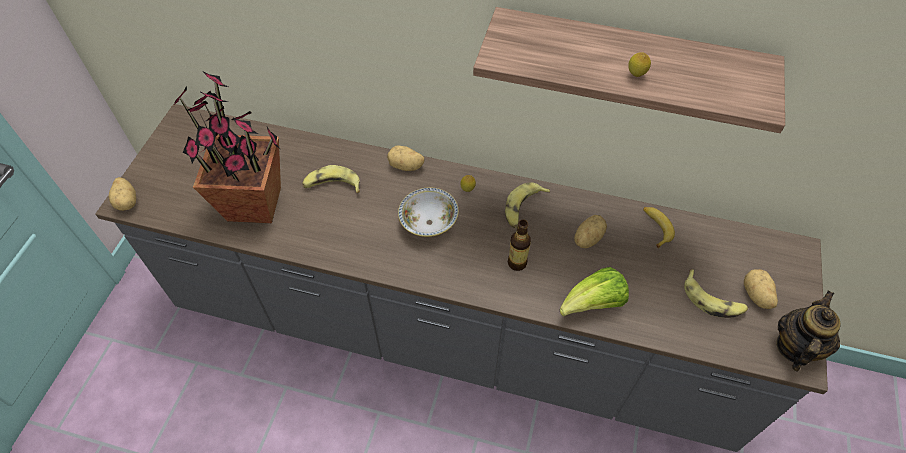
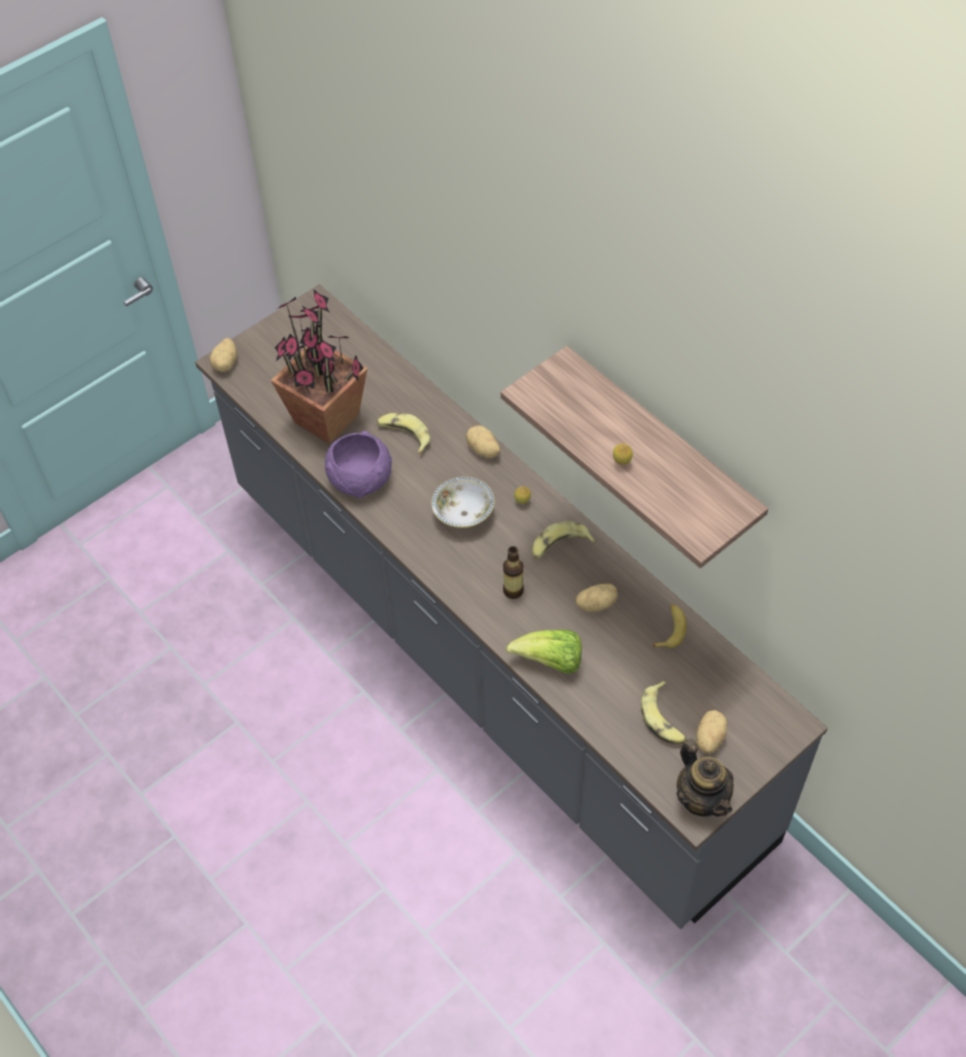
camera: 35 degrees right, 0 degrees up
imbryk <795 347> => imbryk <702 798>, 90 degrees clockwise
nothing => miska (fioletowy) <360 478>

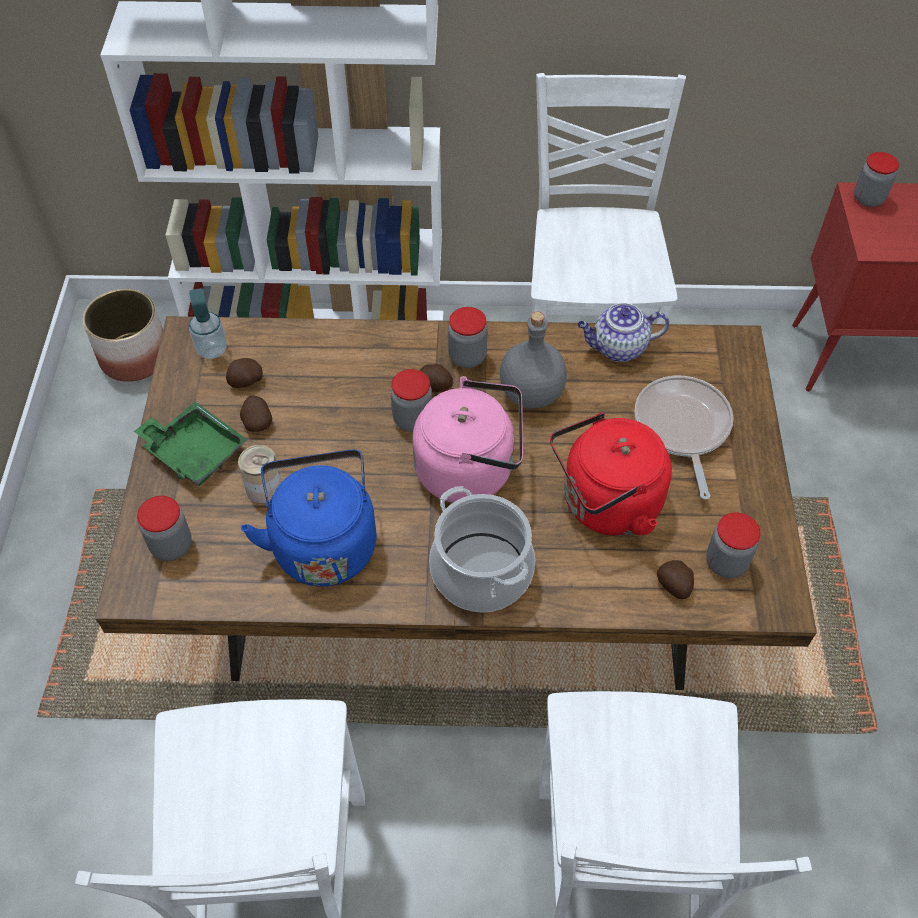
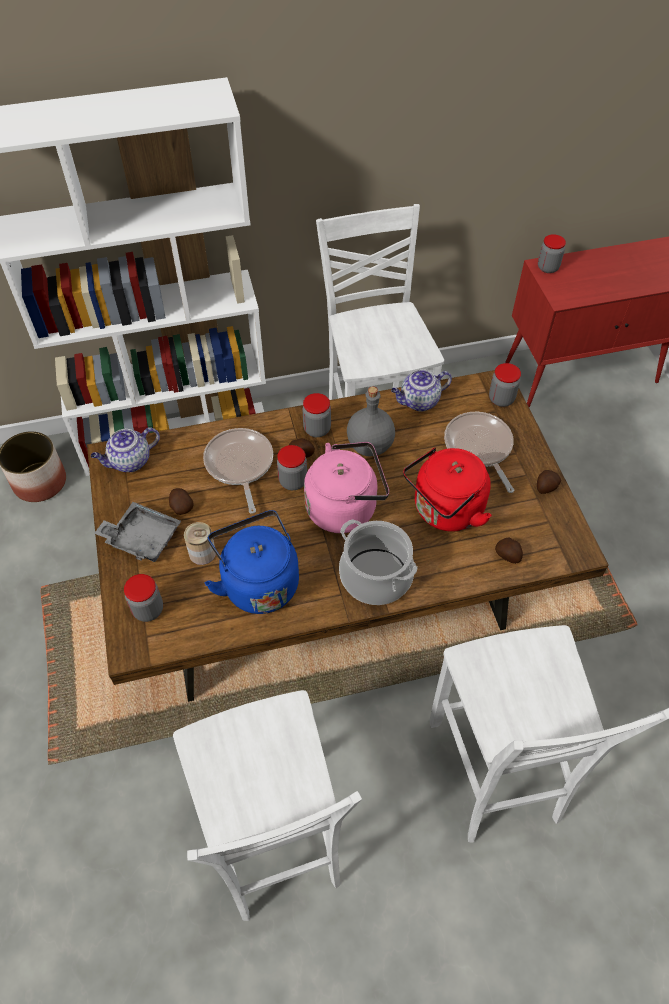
camera: 15 degrees left, 0 degrees up
taca (zielony) <194 451> => taca (szary) <142 538>
dozownik mydła <212 349> => imbryk <130 462>
ziemniak <245 382> => ziemniak <545 487>, move
słoik <726 562> => słoik <501 399>, move
nothing => patelnia <239 465>

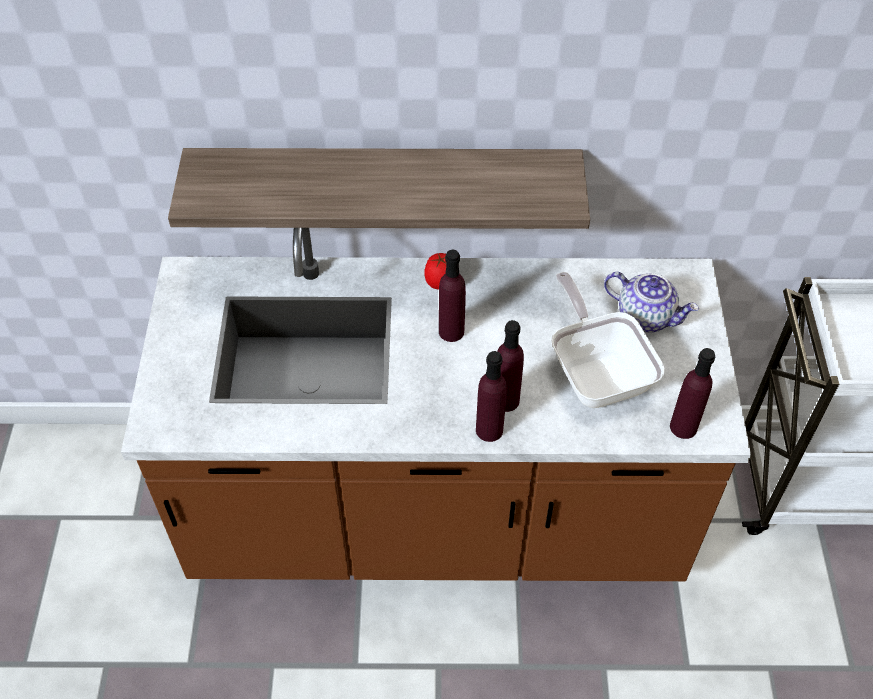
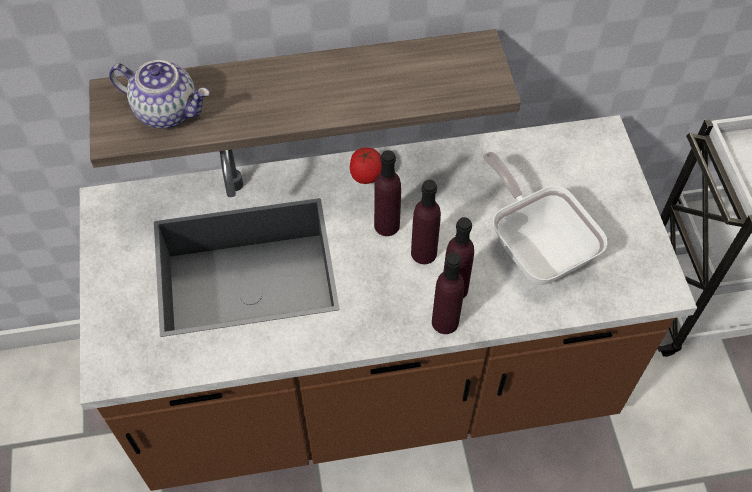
camera: 10 degrees left, 5 degrees up
imbryk <646 316> => imbryk <167 110>, move
butelka (fioletowy) <683 427> => butelka (fioletowy) <423 253>, move

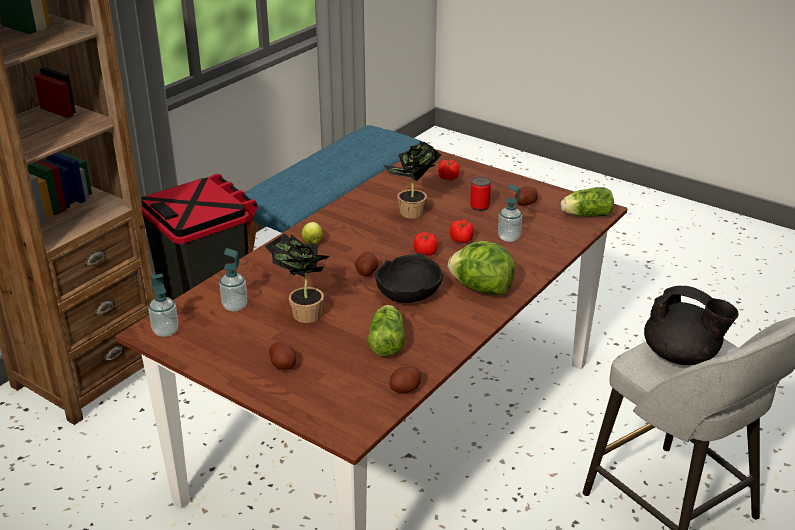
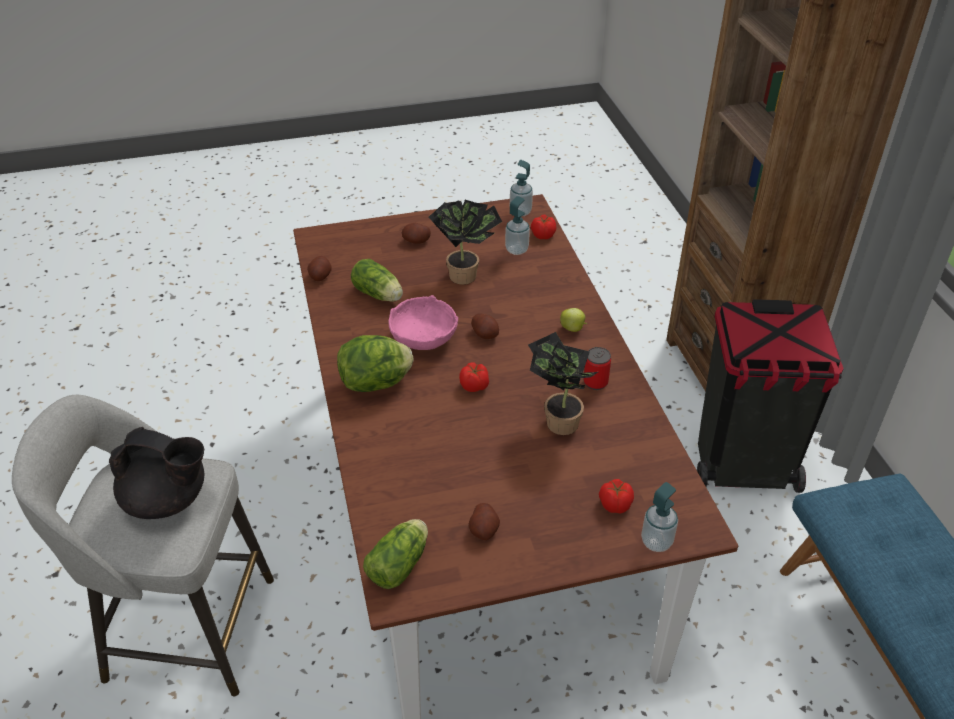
camera: 130 degrees right, 10 degrees up
miska (czarny) <407 294> => miska (różowy) <424 338>
pomidor <461 240> => pomidor <542 235>, move
puszka <479 206> => puszka <595 382>, move
dozownik mydła <509 237> => dozownik mydła <656 542>, move
imbryk (czarny) <681 356> => imbryk (czarny) <167 500>, 150 degrees counterclockwise

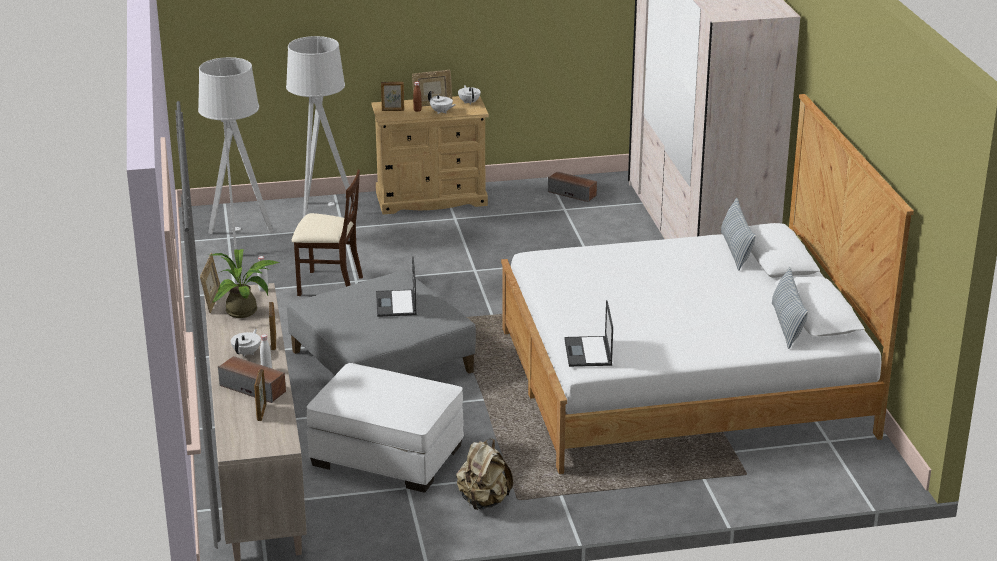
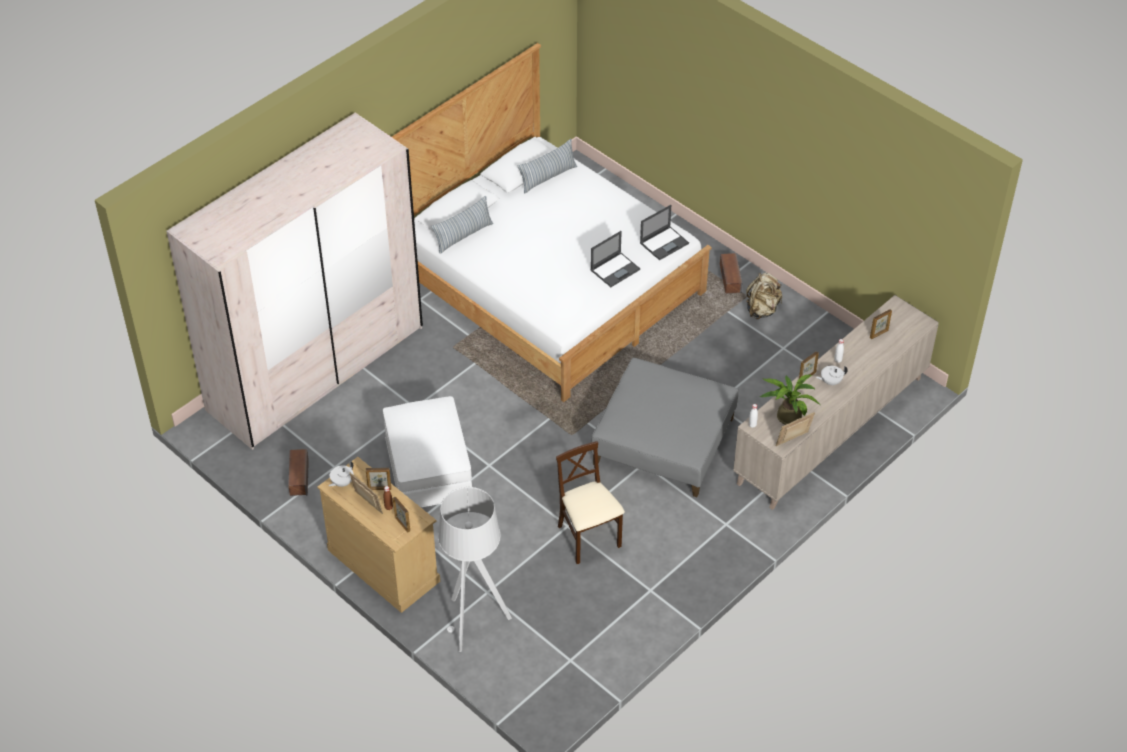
camera: 125 degrees left, 20 degrees up
lampa stojąca (szary) <239 240> => nothing
głośnik <253 388> => głośnik <730 278>, move
pufa (biały) <386 455> => pufa (biały) <429 472>, move
laptop <396 304> => laptop <615 269>, move
imbryk (biały) <441 112> => ramka na zdjęcie <379 489>

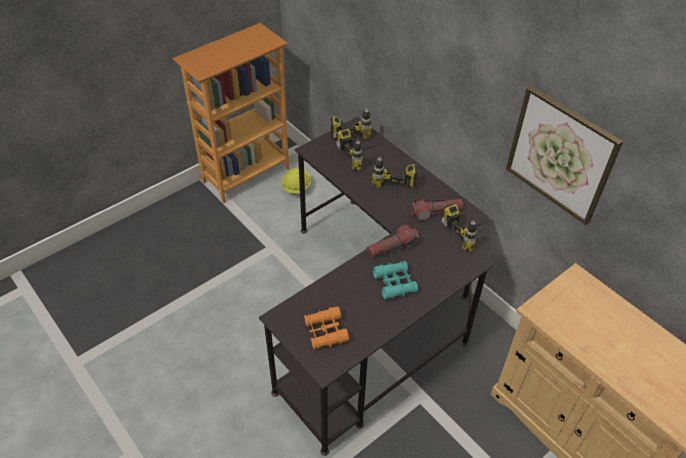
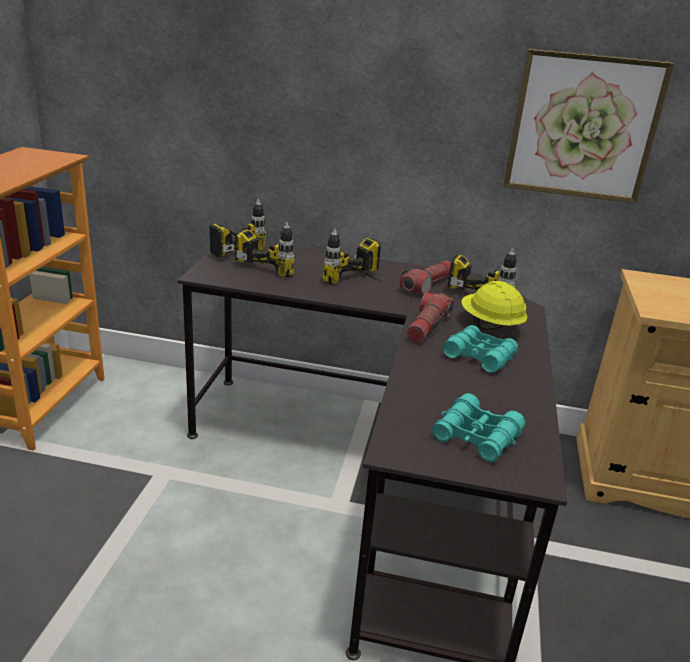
camera: 40 degrees left, 20 degrees down
kask (żółty) <296 187> => kask (żółty) <490 326>, move
lornetka (pomarańczowy) <325 332> => lornetka (turkusowy) <476 437>

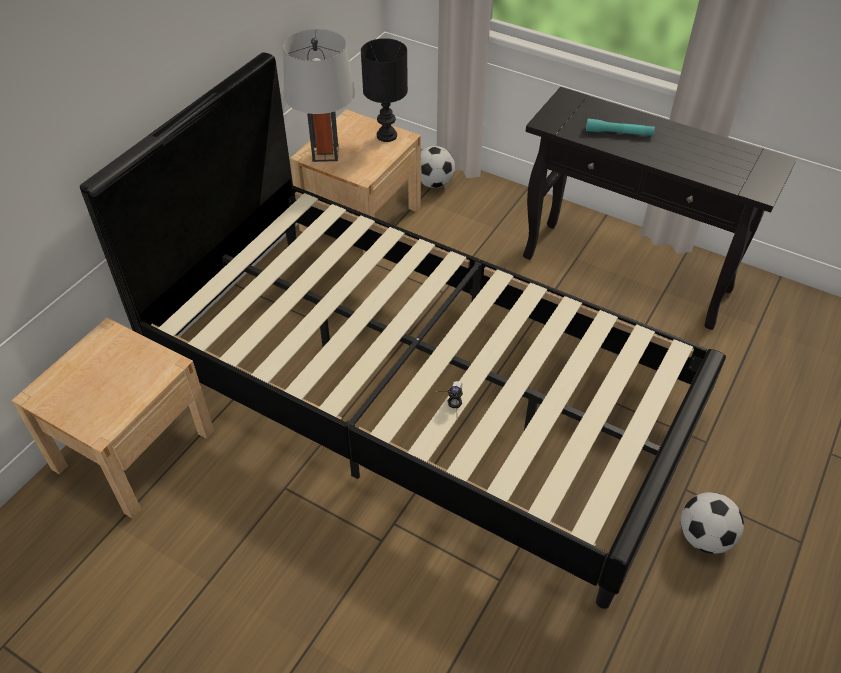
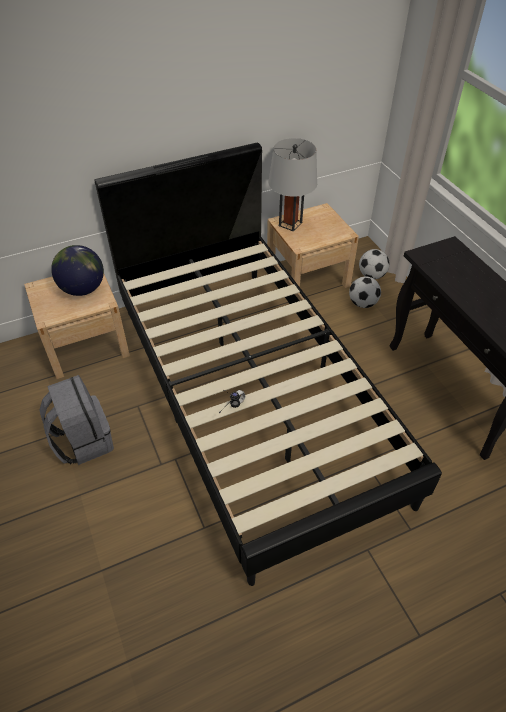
camera: 35 degrees right, 0 degrees up
lampa stołowa (czarny) <386 135> => nothing
latarka (turkusowy) <619 133> => nothing
piłka futbolowa <704 537> => piłka futbolowa <362 303>, move
nothing => plecak (szary) <83 441>
nothing => globus <83 289>

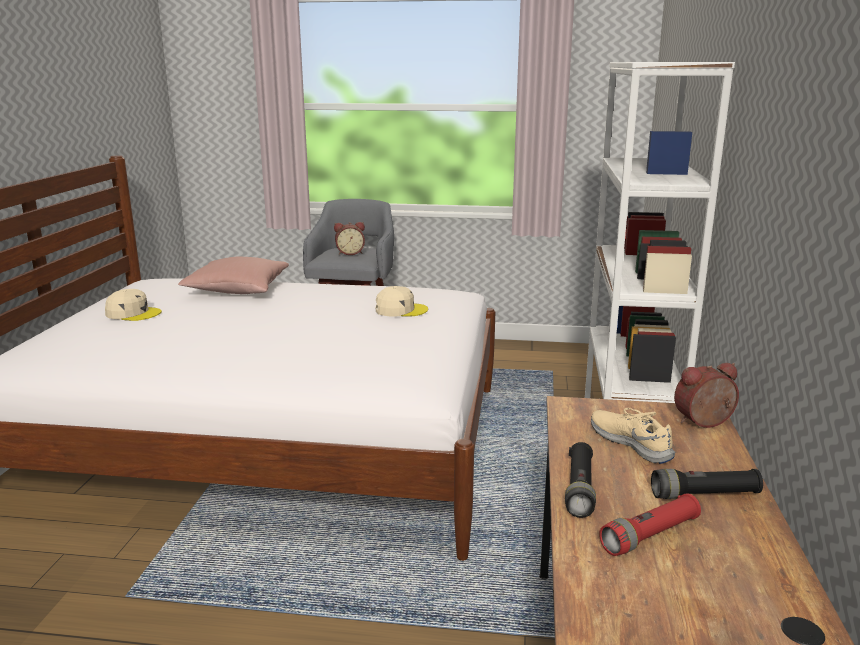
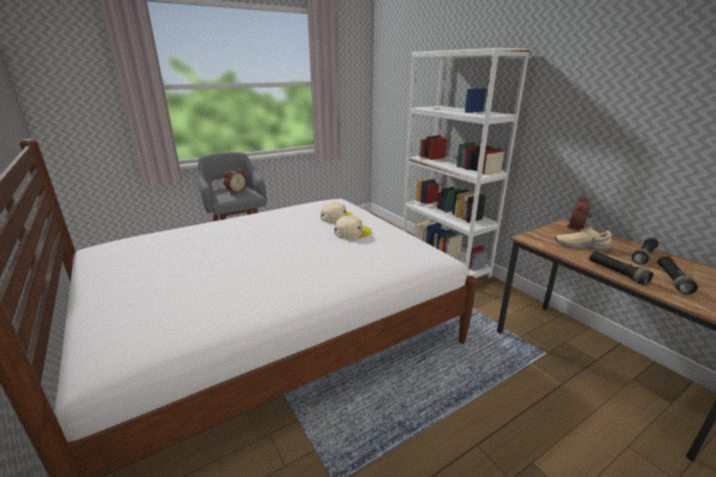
camera: 40 degrees left, 5 degrees up
czapka z daszkiem (beżowy) <133 313> => czapka z daszkiem (beżowy) <352 232>, move
poduszka (różowy) <237 290> => nothing
latarka (czerwony) <650 536> => latarka (czarny) <673 280>

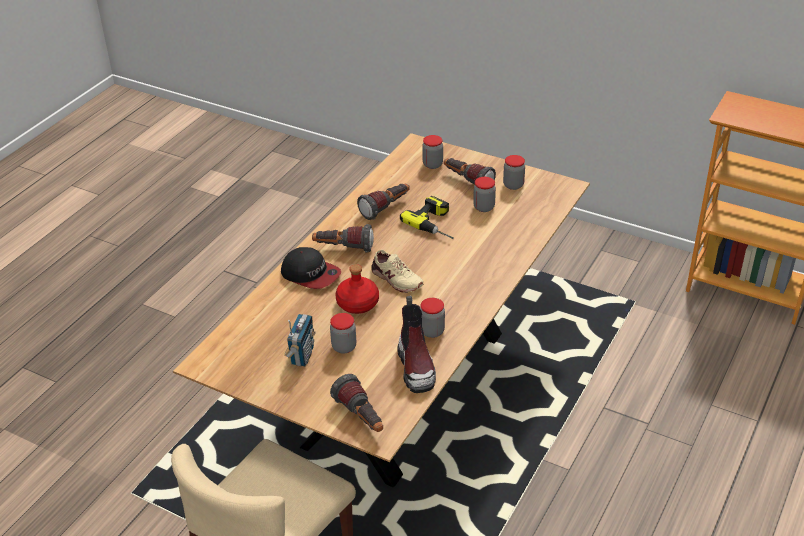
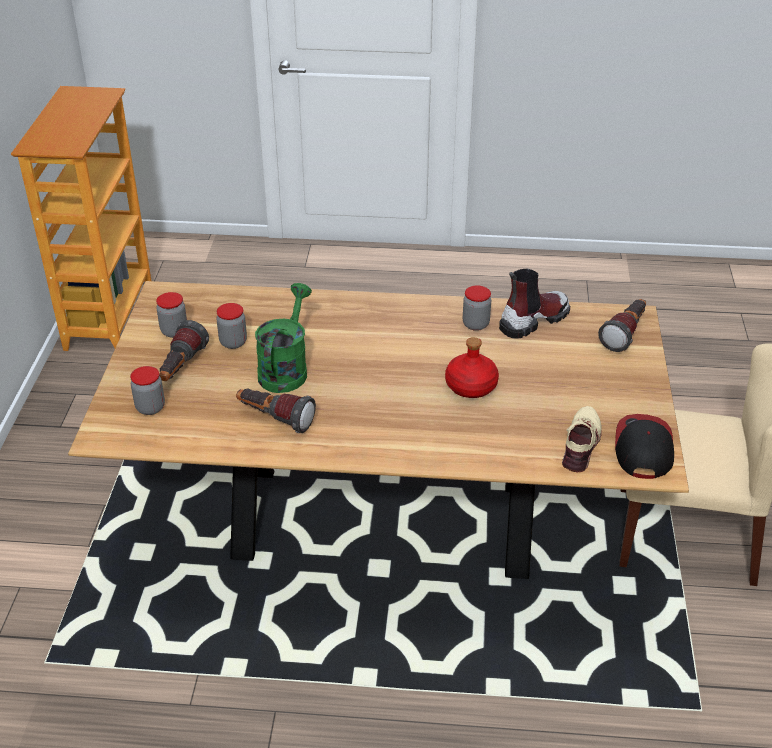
camera: 115 degrees left, 0 degrees up
czapka z daszkiem <311 274> => czapka z daszkiem <643 448>, move
radio <302 356> => nothing
latarka <343 248> => nothing
słoik <344 347> => nothing
but (beżowy) <396 279> => but (beżowy) <582 445>, move
wiertarka <437 223> => konewka (zielony) <285 369>

